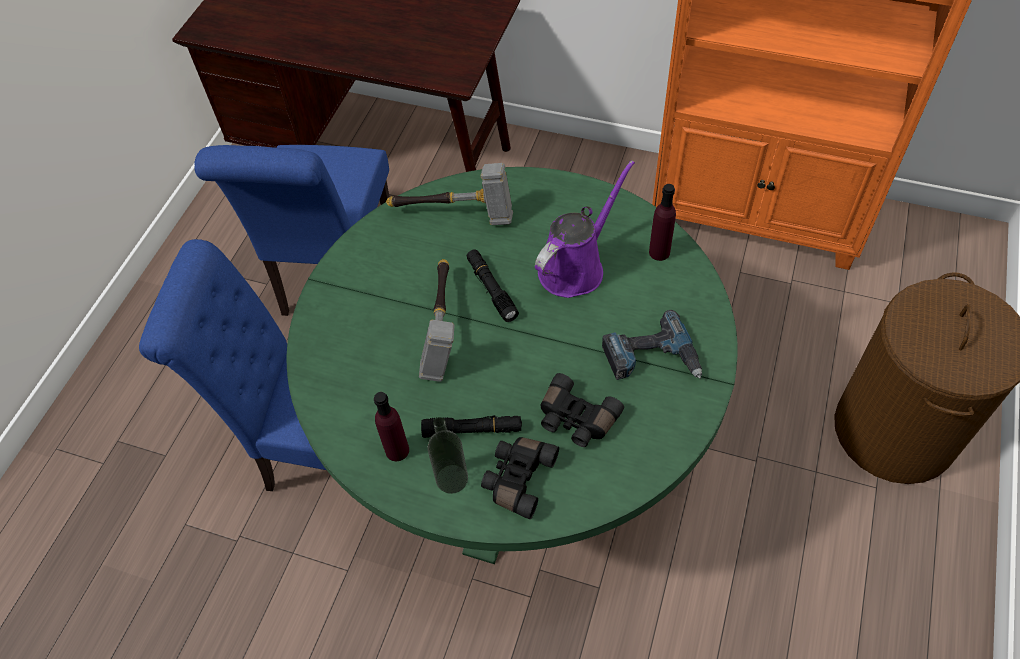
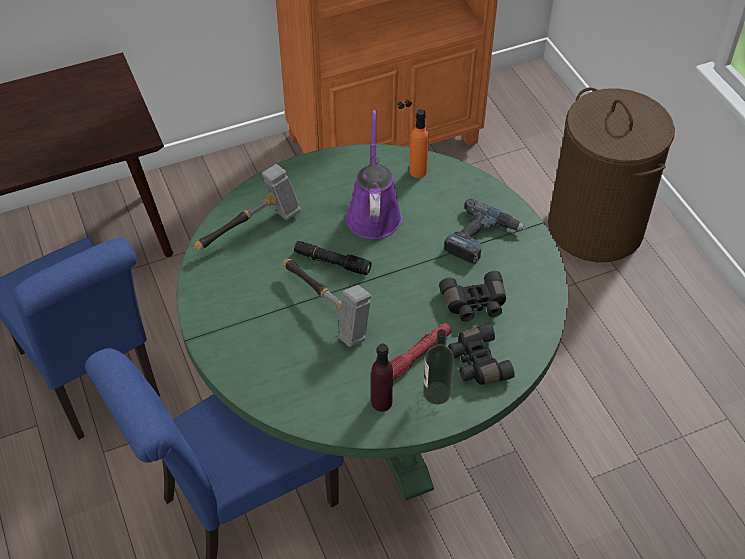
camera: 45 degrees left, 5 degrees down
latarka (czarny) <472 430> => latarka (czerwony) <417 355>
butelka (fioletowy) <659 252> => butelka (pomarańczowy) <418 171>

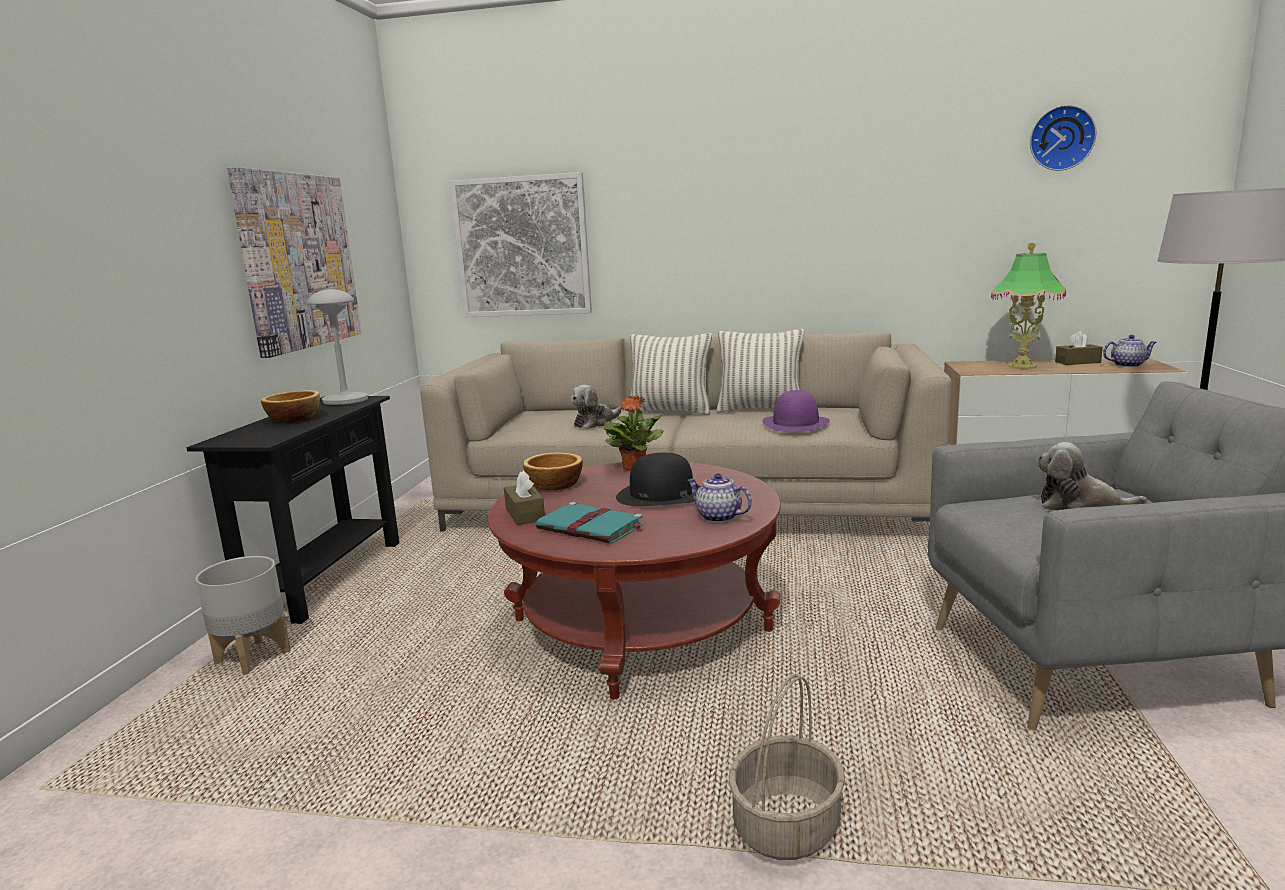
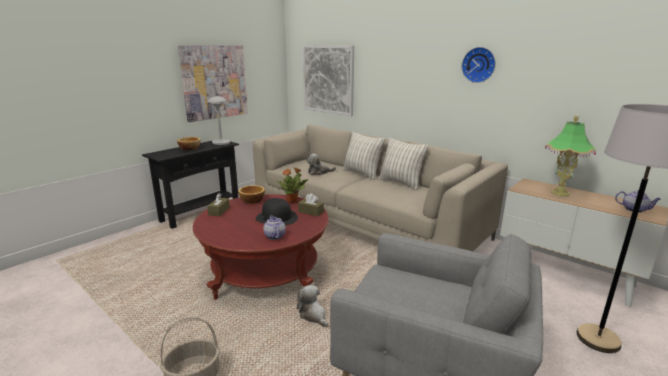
camera: 30 degrees right, 5 degrees up
donica (szary) <254 657> => nothing
książka (turkusowy) <591 527> => nothing
kapelusz (fioletowy) <795 423> => nothing
zegar ścienny <1060 138> => zegar ścienny <479 65>, move
pluszak <1080 506> => pluszak <313 315>, move
pudełko chusteczek (brązowy) <1077 362> => pudełko chusteczek (brązowy) <311 212>, move

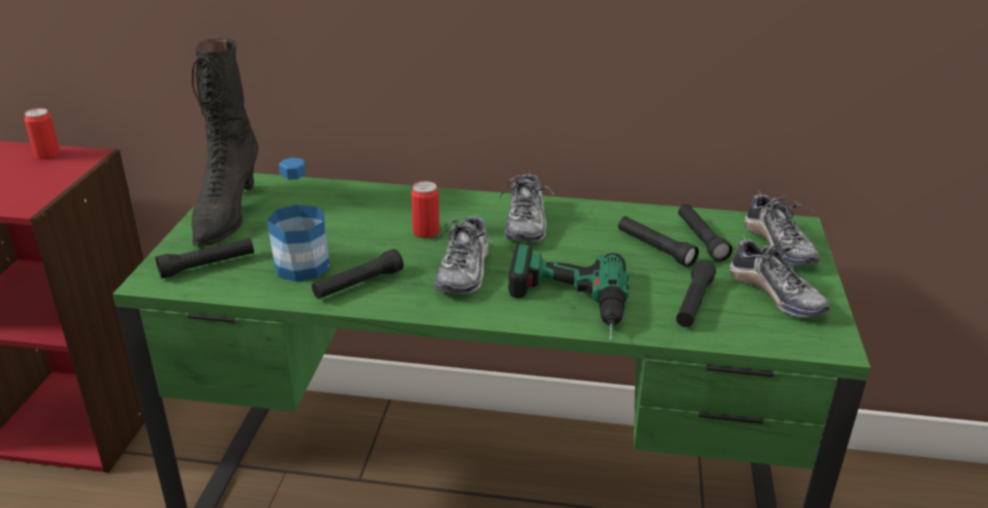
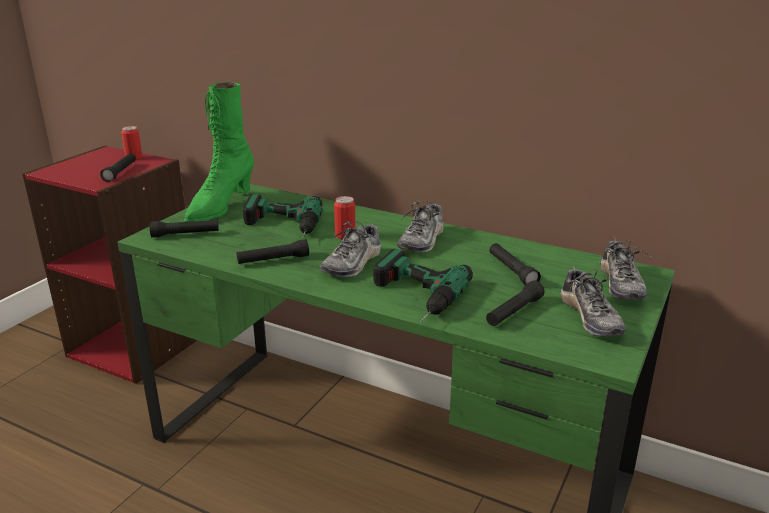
camera: 20 degrees right, 5 degrees down
but z cholewką (czarny) <226 214> => but z cholewką (zielony) <220 207>
butelka <302 266> => nothing
latarka (czarny) <701 239> => latarka (czarny) <120 172>, move
nothing => wiertarka <281 227>

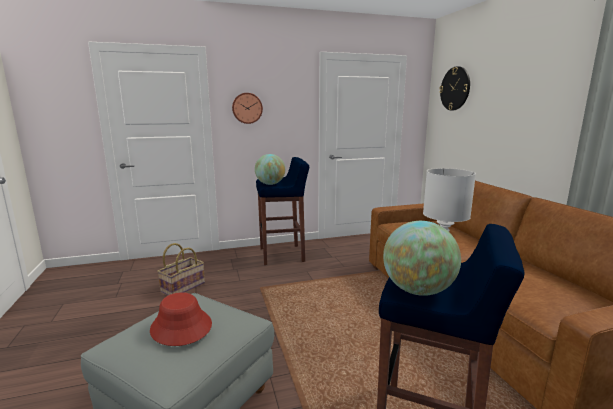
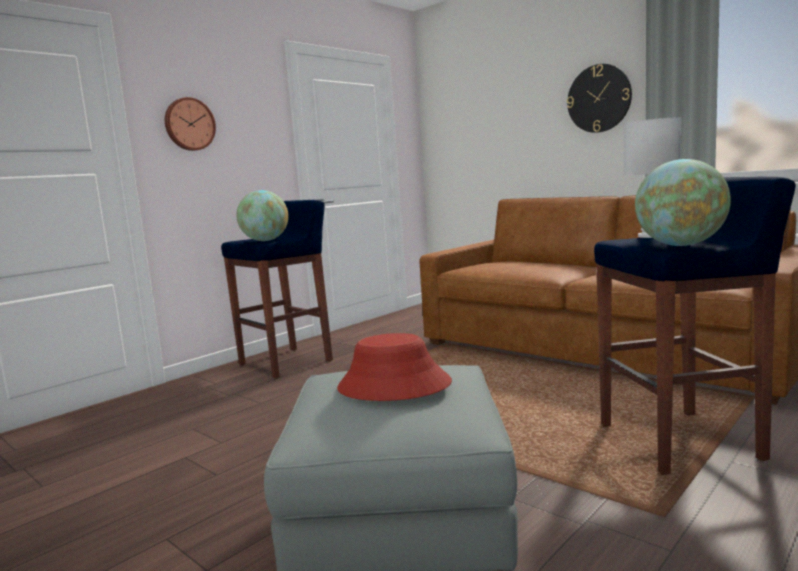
camera: 30 degrees left, 5 degrees down
koszyk <183 287> => nothing
zegar ścienny <455 88> => zegar ścienny <599 98>, move

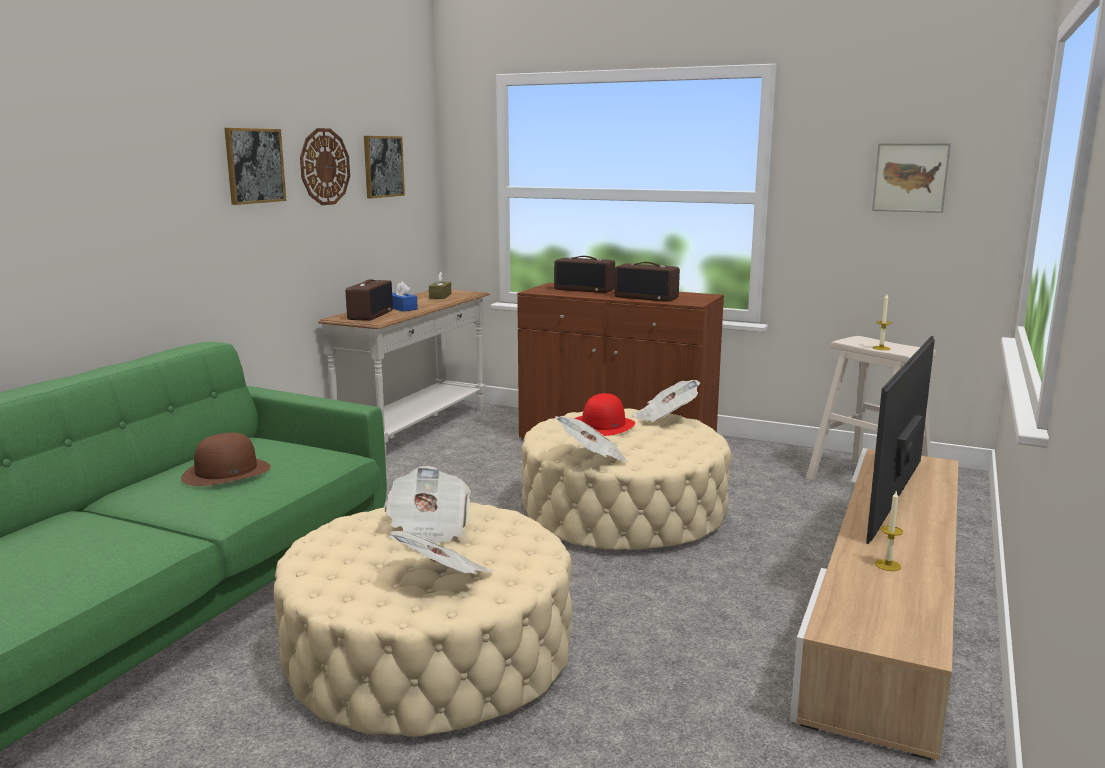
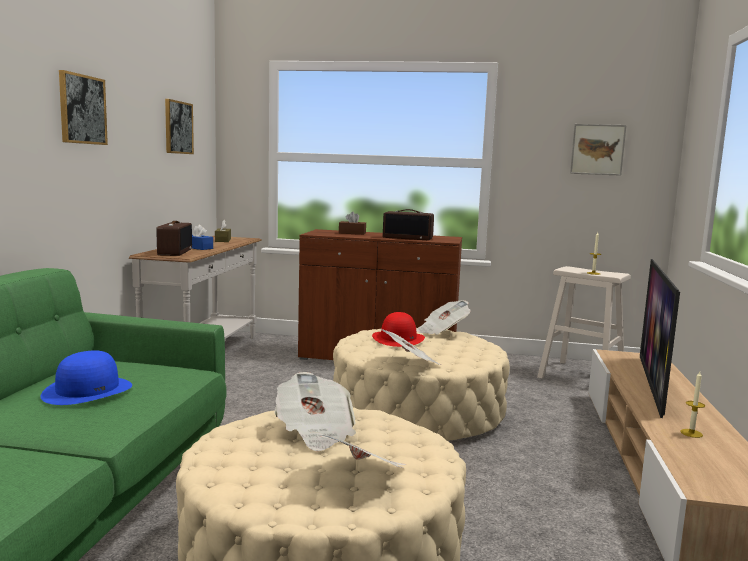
camera: 15 degrees left, 5 degrees down
kapelusz (brązowy) <226 472> => kapelusz (niebieski) <88 390>
zegar ścienny <324 166> => nothing
radio <585 289> => pudełko chusteczek (brązowy) <352 233>

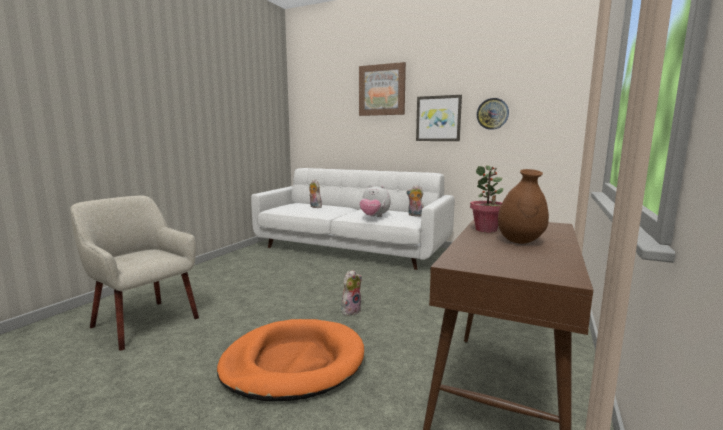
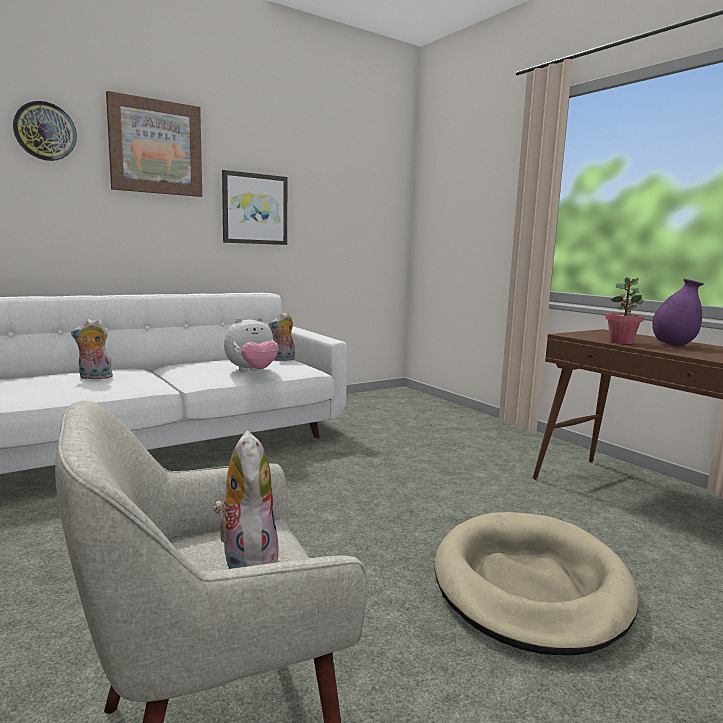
camera: 60 degrees left, 0 degrees up
legowisko (pomarańczowy) <293 363> => legowisko (beżowy) <530 585>
pluszak <351 310> => pluszak <246 563>, move
zegar ścienny <492 114> => zegar ścienny <45 131>, move
wazon (brązowy) <520 241> => wazon (fioletowy) <673 345>

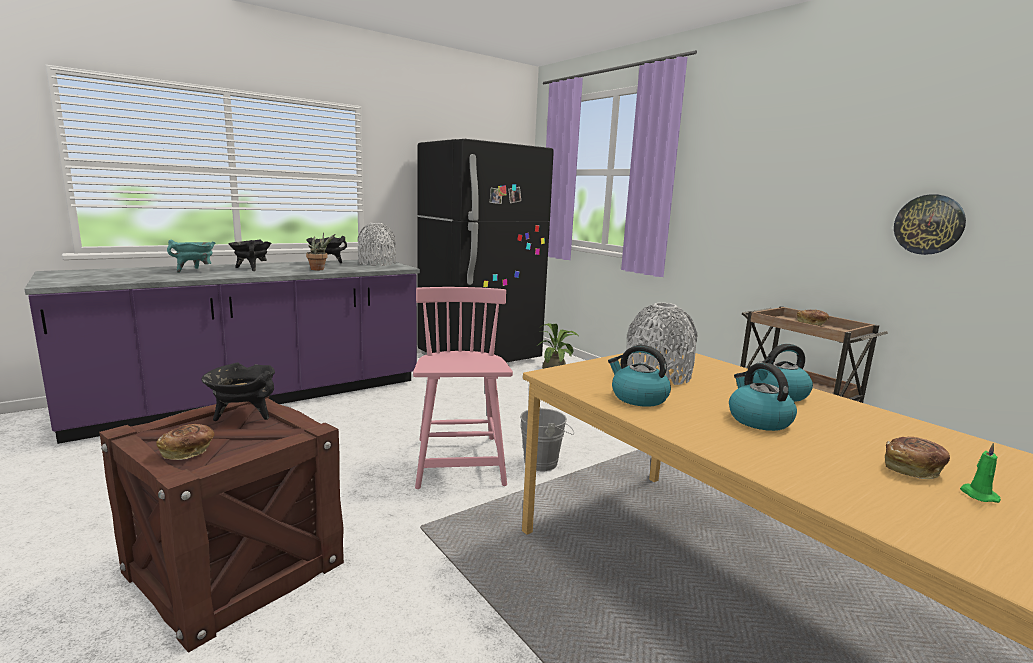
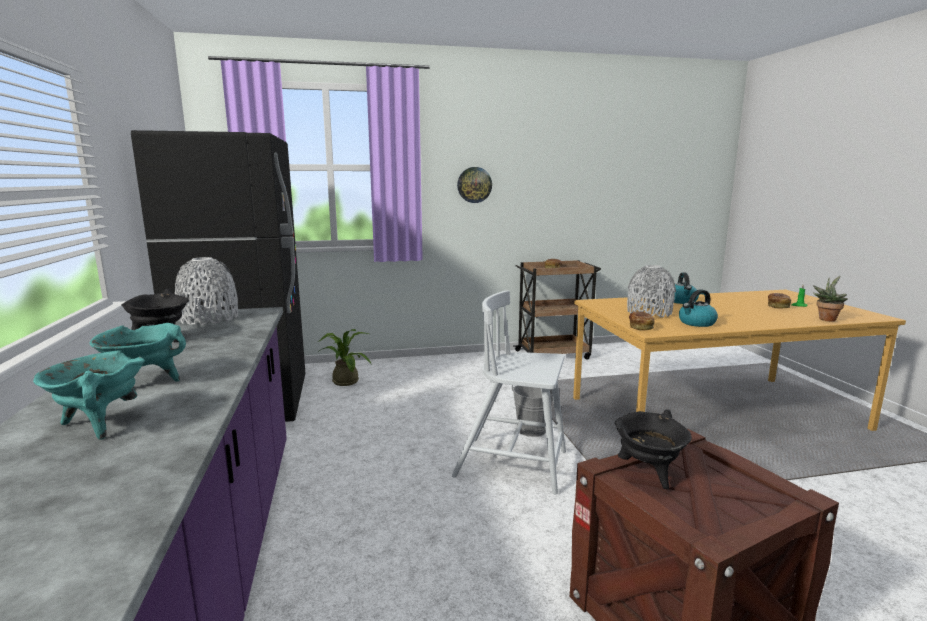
camera: 65 degrees left, 0 degrees up
chleb <188 452> => chleb <640 327>, move
garnek (czarny) <251 268> => garnek (turkusowy) <144 382>
roślina doniczkowa <319 269> => roślina doniczkowa <826 319>, move
krzesło (różowy) <459 462> => krzesło (biały) <513 464>
czajnik <758 420> => nothing
zegar ścienny <929 224> => zegar ścienny <474 185>, move

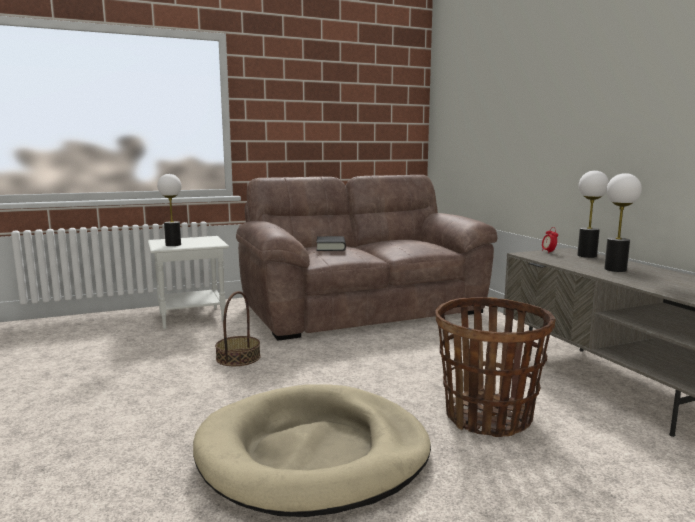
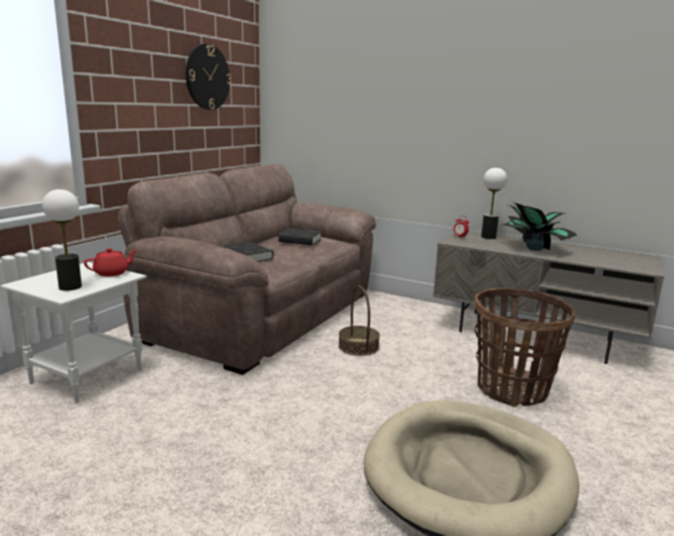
camera: 40 degrees left, 5 degrees up
koszyk <238 358> => koszyk <358 346>, move
lampa stołowa <615 269> => roślina doniczkowa <534 248>
nothing => imbryk (czerwony) <112 273>
nothing => zegar ścienny <207 77>
nothing => książka (czarny) <300 240>

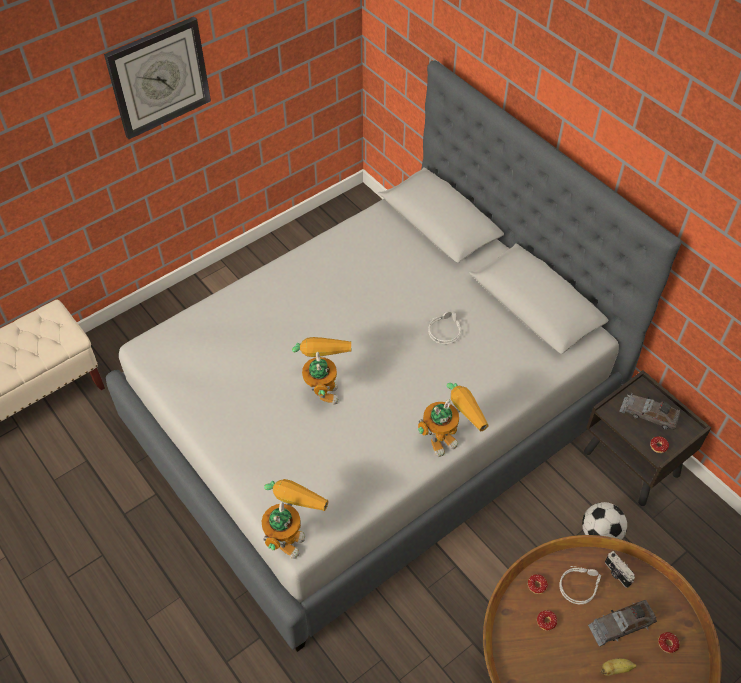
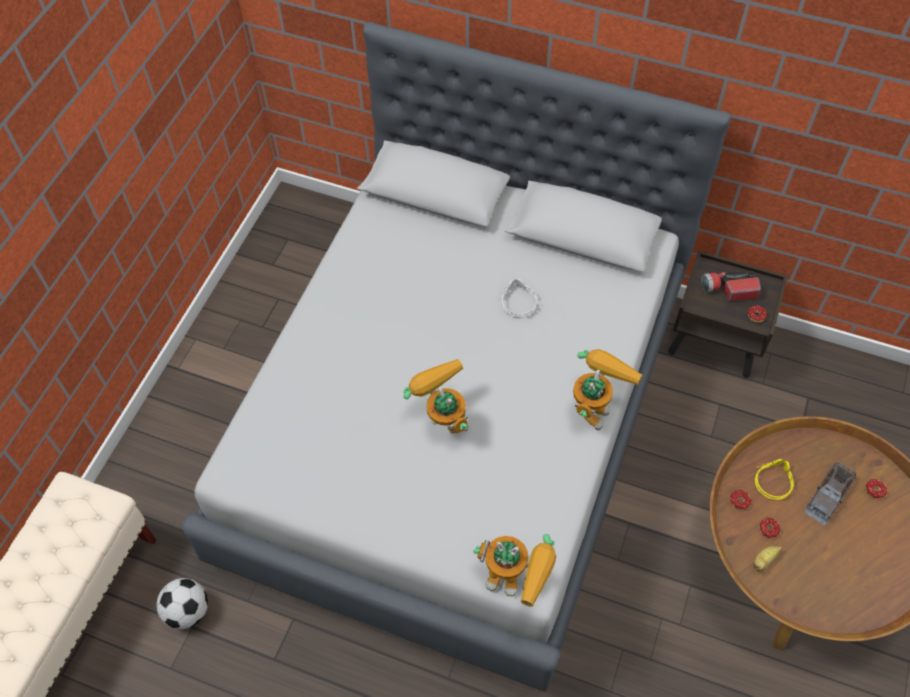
camera: 30 degrees left, 5 degrees up
zegar ścienny <159 77> => nothing
robot zabawkowy <291 532> => robot zabawkowy <517 581>, 120 degrees clockwise
słuchawki (szary) <579 585> => słuchawki (żółty) <773 480>
piłka futbolowa <600 533> => piłka futbolowa <188 611>, move
banan <615 669> => banan <764 560>, move
aparat fotograficzny <616 573> => nothing
samochodzik (szary) <648 414> => latarka <728 290>

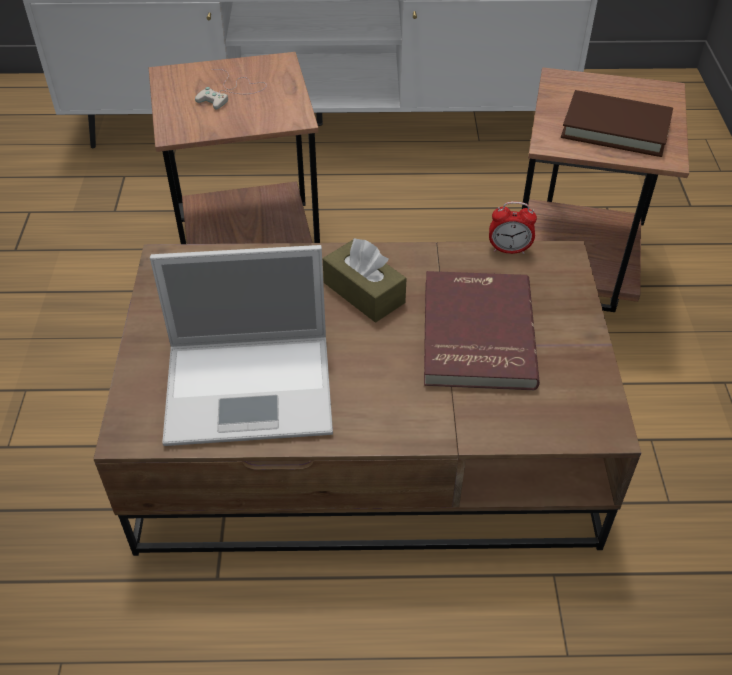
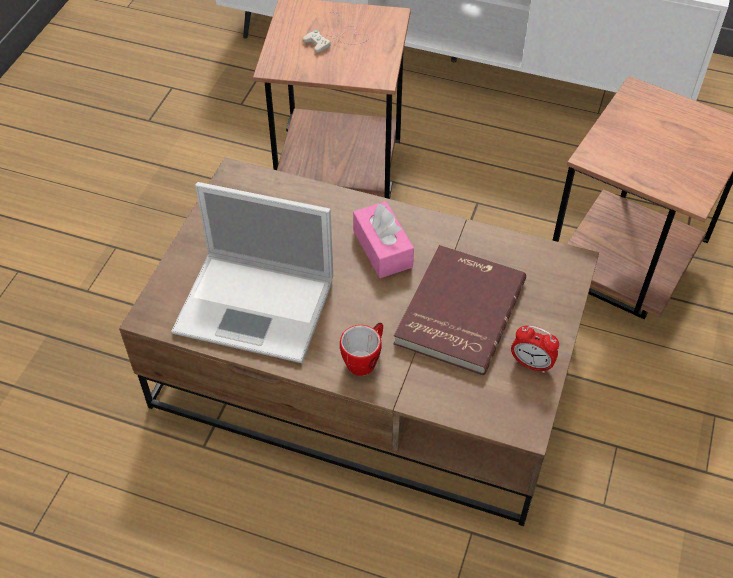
camera: 20 degrees right, 5 degrees up
pudełko chusteczek (brązowy) <364 292> => pudełko chusteczek (różowy) <382 249>
budzik <509 250> => budzik <531 364>, move
książka (brązowy) <615 128> => nothing
nothing => kubek <365 359>

